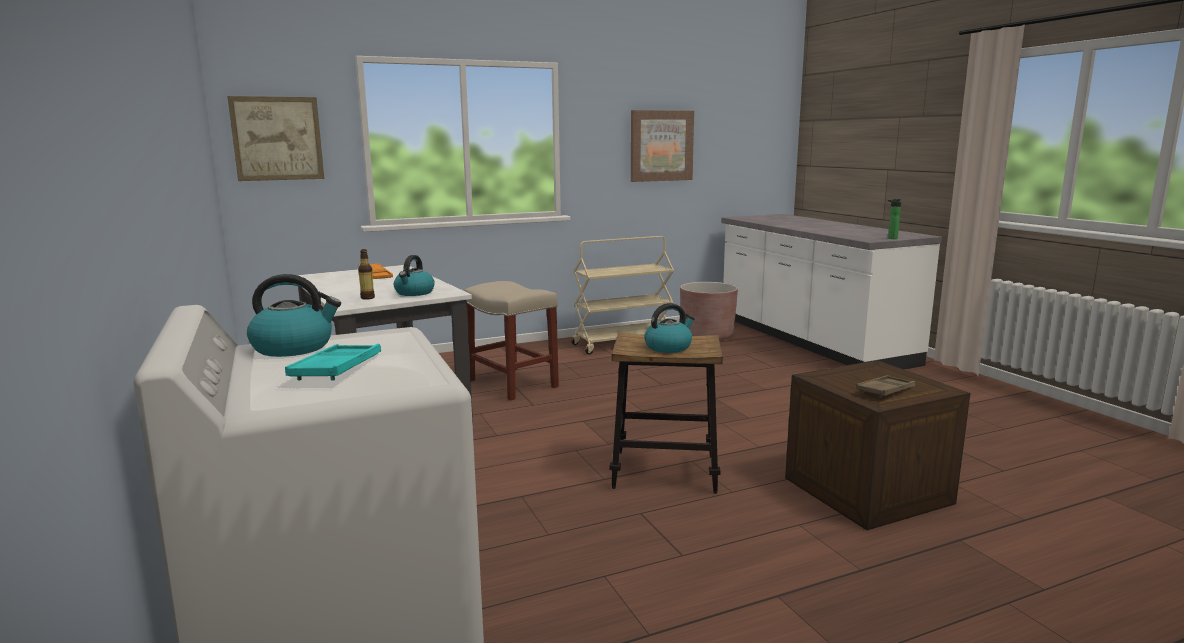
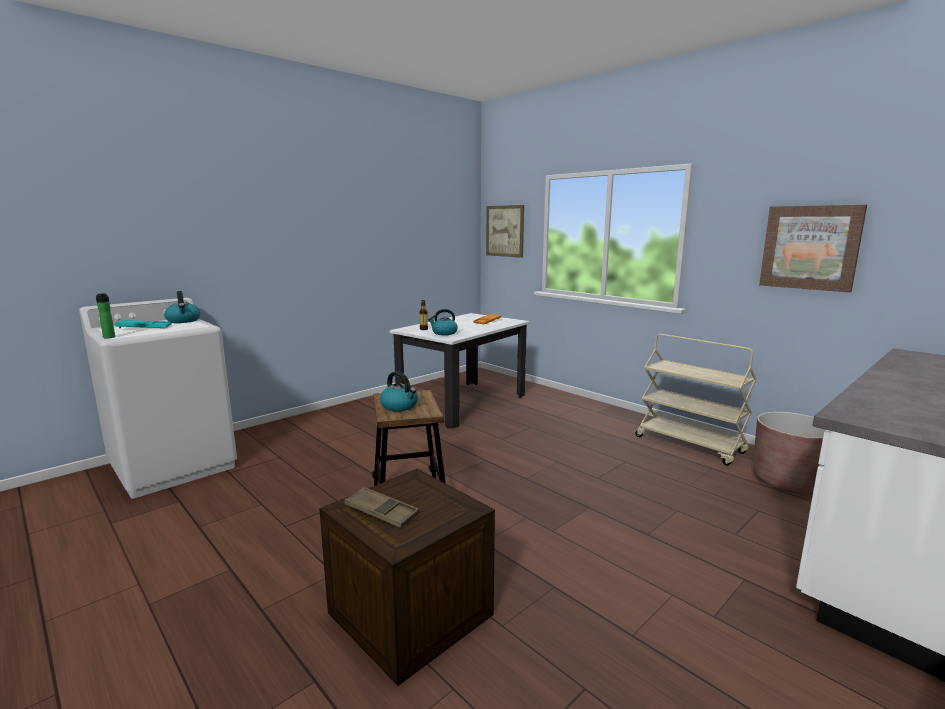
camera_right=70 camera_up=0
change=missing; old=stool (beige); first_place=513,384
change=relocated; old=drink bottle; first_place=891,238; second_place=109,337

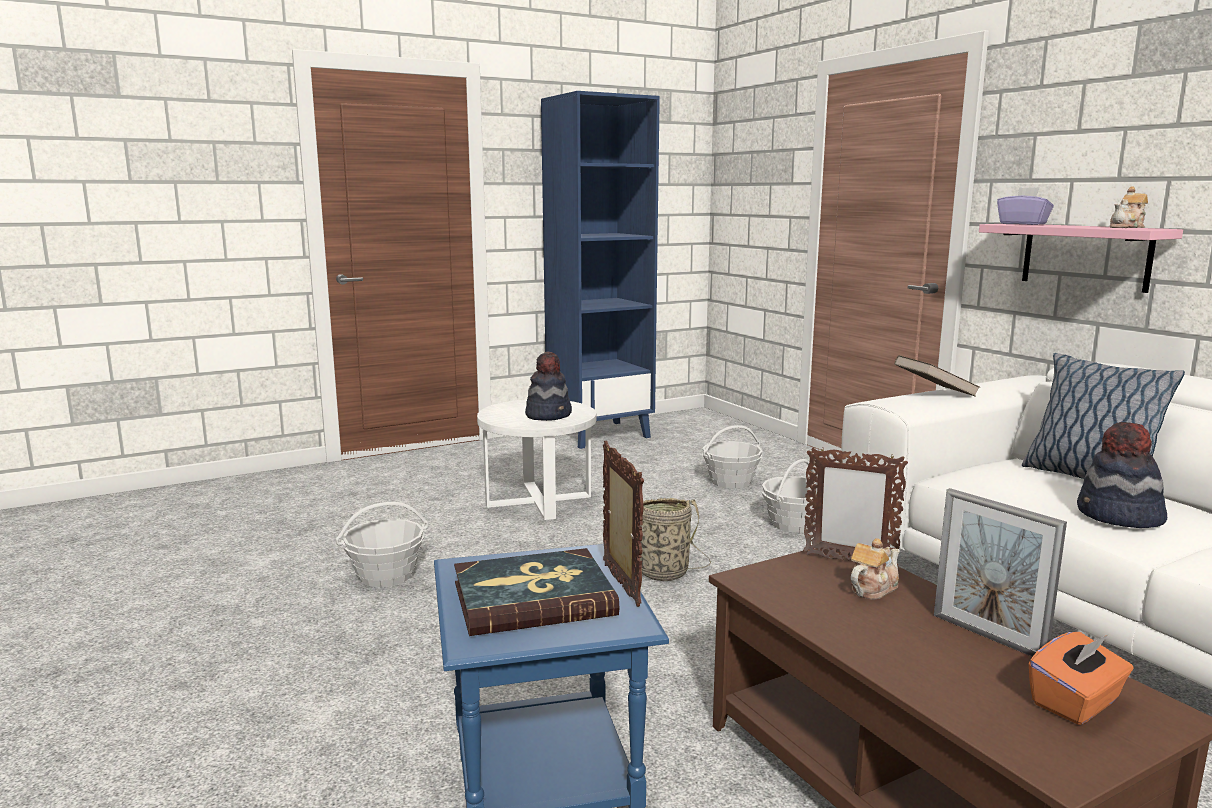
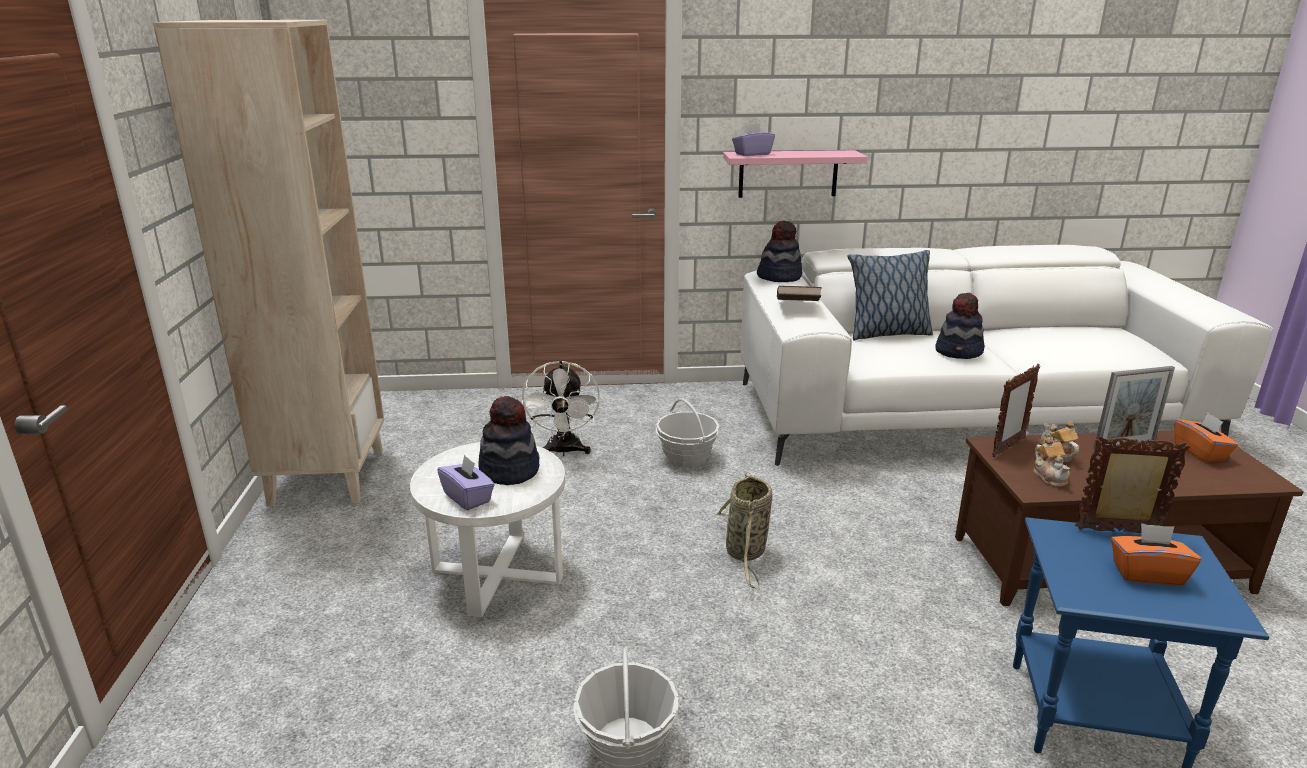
camera_right=-65 camera_up=10
change=appeared; new=tissue box (purple-coloured); second_place=468,498
change=appeared; new=clothing hat; second_place=779,276
change=relocated; old=tea pot; first_place=1127,227; second_place=1049,476
change=exchanged; old=book; new=tissue box (orange-coloured); first_place=533,598; second_place=1147,573
change=exchanged; old=basket; new=electric fan (whitish); first_place=731,482; second_place=564,451
change=colour; old=bookcase (blue-coloured); new=bookcase (beige); first_place=600,434; second_place=327,476

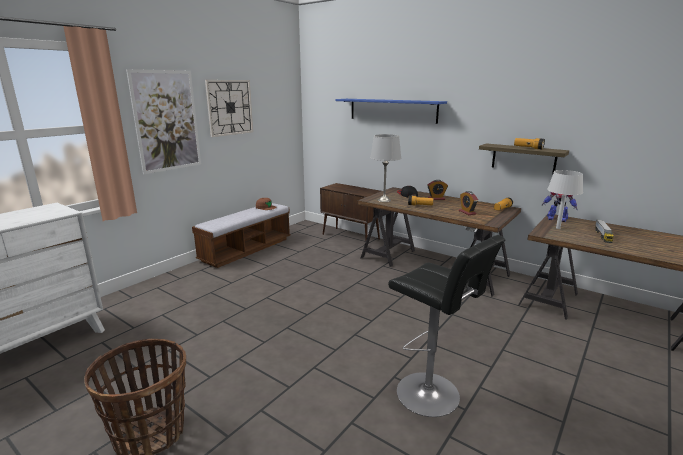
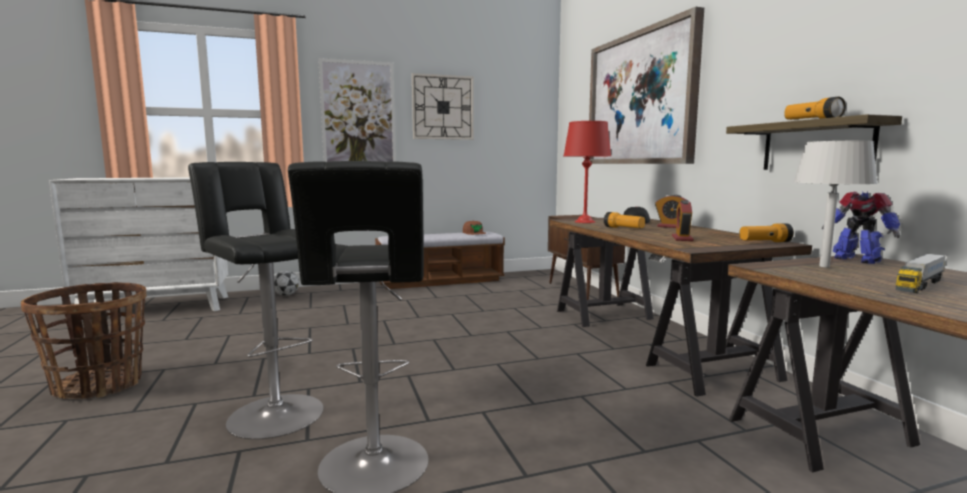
camera_right=35 camera_up=-10
change=appeared; new=stool (black-coloured); second_place=273,413
change=appeared; new=football; second_place=286,295
change=exchanged; old=shelf (blue-coloured); new=wall art; first_place=392,110; second_place=639,99
change=colour; old=tabletop lamp (gray); new=tabletop lamp (red-coloured); first_place=384,200; second_place=584,222

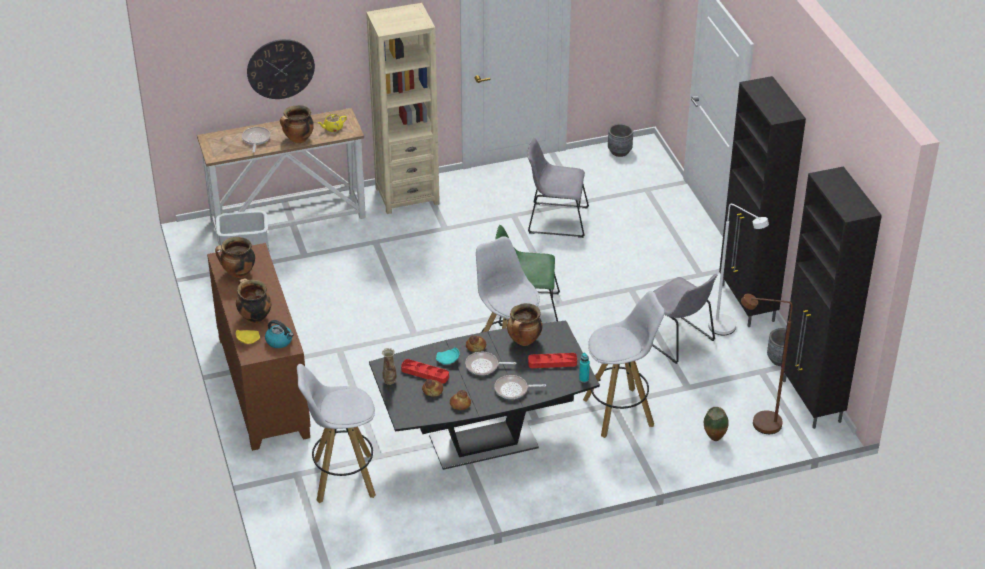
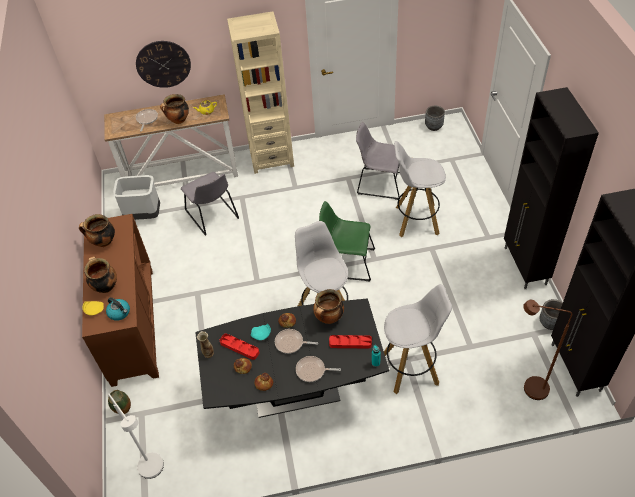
camera_right=10 camera_up=10
change=relocated; old=stool (whitish); first_place=342,478; second_place=415,220
change=relocated; old=chair (gray); first_place=676,339; second_place=213,216
change=relocated; old=vase; first_place=714,439; second_place=124,411
change=relocated; old=standard lamp (whitish); first_place=728,330; second_place=154,471

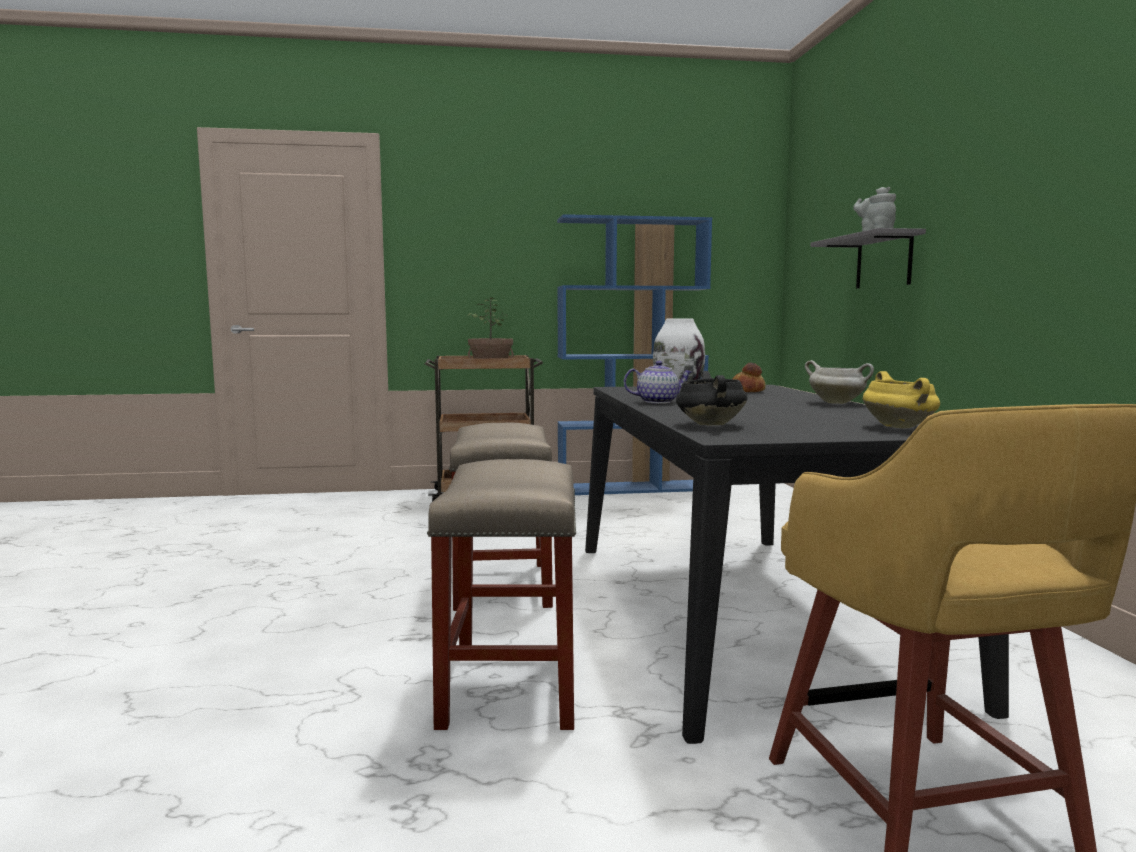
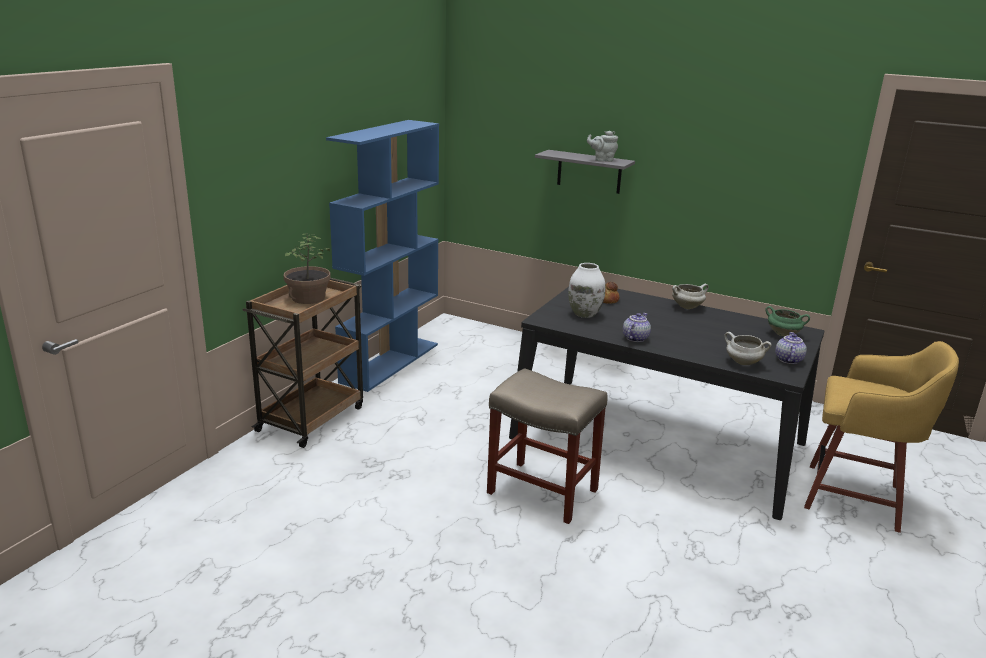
camera_right=-55 camera_up=15
change=missing; old=stool (beige); first_place=510,683
change=appeared; new=tea pot; second_place=787,360
change=colour; old=cooking pot (black-coloured); new=cooking pot (whitish); first_place=709,424; second_place=742,363
change=colour; old=cooking pot (yellowish); new=cooking pot (green-coloured); first_place=900,427; second_place=783,334

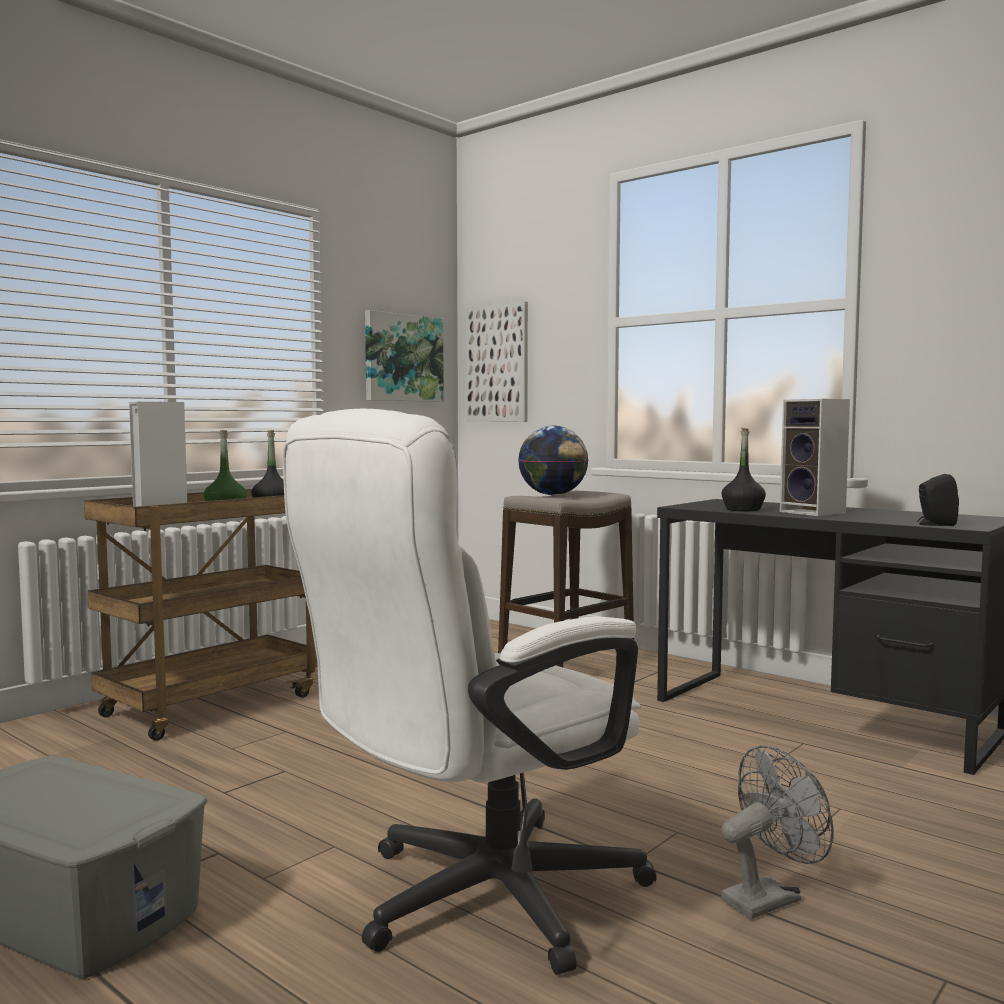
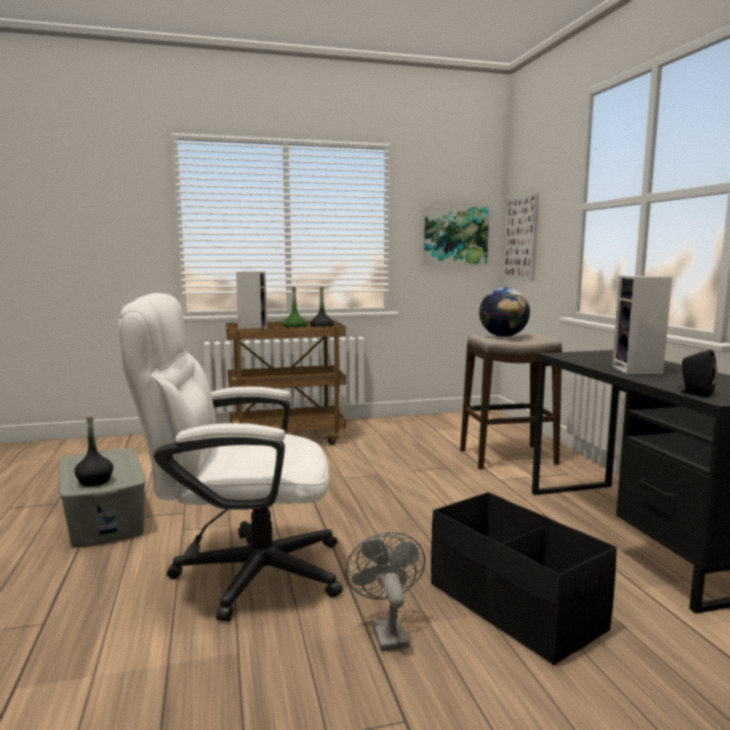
camera_right=35 camera_up=5
change=appeared; new=storage bin (black-coloured); second_place=514,607
change=relocated; old=drink bottle (black-coloured); first_place=743,509; second_place=95,481
change=spun; old=electric fan (gray); first_place=769,897; second_place=386,630; degrees=-105

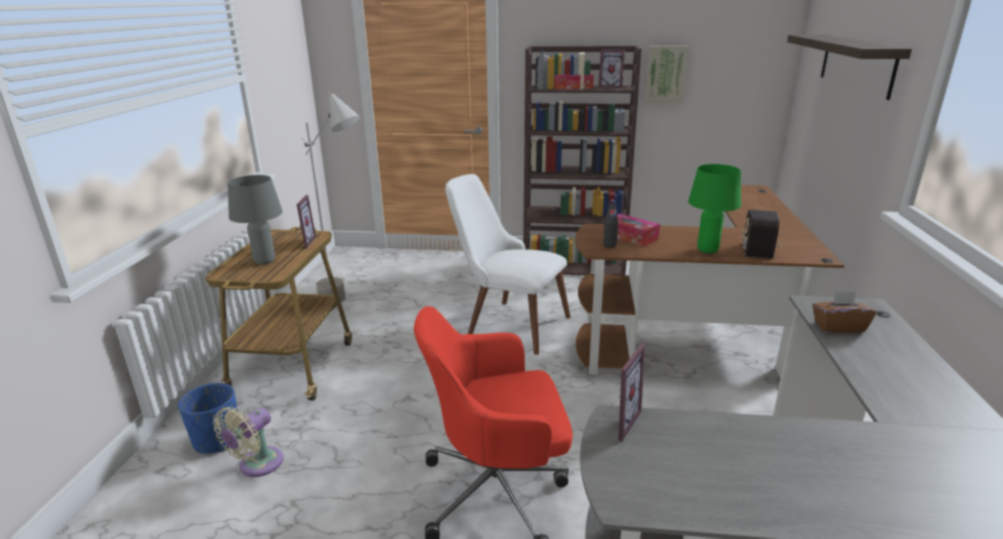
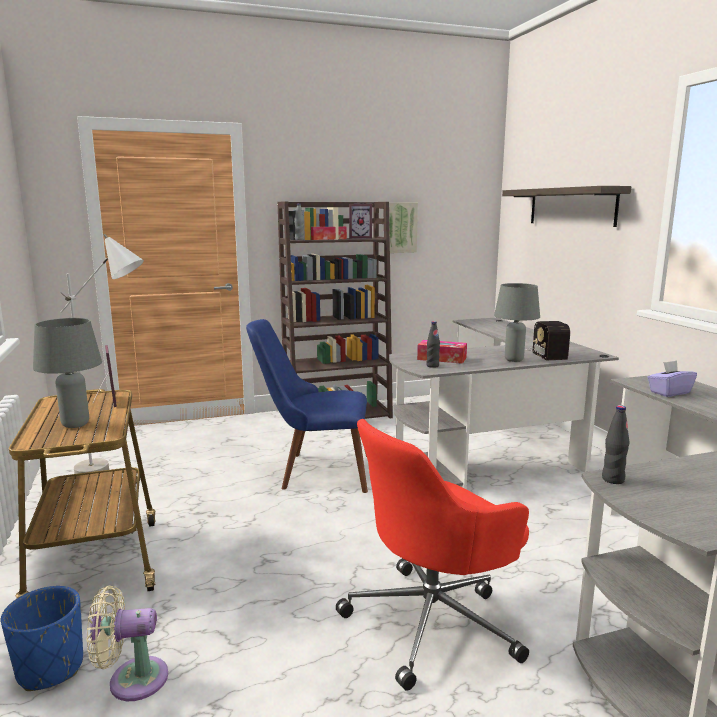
camera_right=-25 camera_up=-10
change=exchanged; old=picture frame; new=drink bottle (black-coloured); first_place=617,421; second_place=613,479
change=colour; old=chair (whitish); new=chair (blue-coloured); first_place=507,323; second_place=314,471
change=colour; old=desk (brown-coloured); new=desk (gray); first_place=704,336; second_place=496,449
change=colour; old=tabletop lamp (green-coloured); new=tabletop lamp (gray); first_place=708,250; second_place=514,360
change=colour; old=tissue box (brown-coloured); new=tissue box (purple-coloured); first_place=838,327; second_place=669,392
change=spun; old=electric fan (beige); first_place=257,465; second_place=132,680; degrees=75

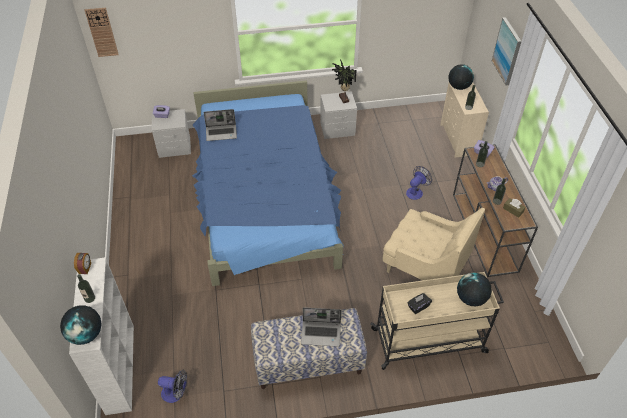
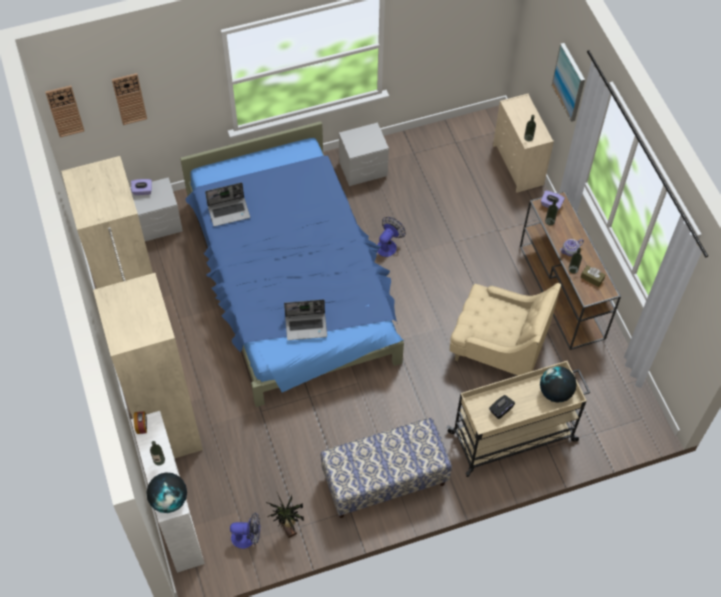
camera_right=-10 camera_up=10
change=missing; old=globe; first_place=458,87
change=appeared; new=wardrobe (beige); second_place=151,371
change=appeared; new=clock on the wall; second_place=129,98
change=relocated; old=laptop; first_place=321,333; second_place=306,326
change=relocated; old=plant in a pot; first_place=343,99; second_place=287,529
change=relocated; old=electric fan; first_place=416,191; second_place=388,245

